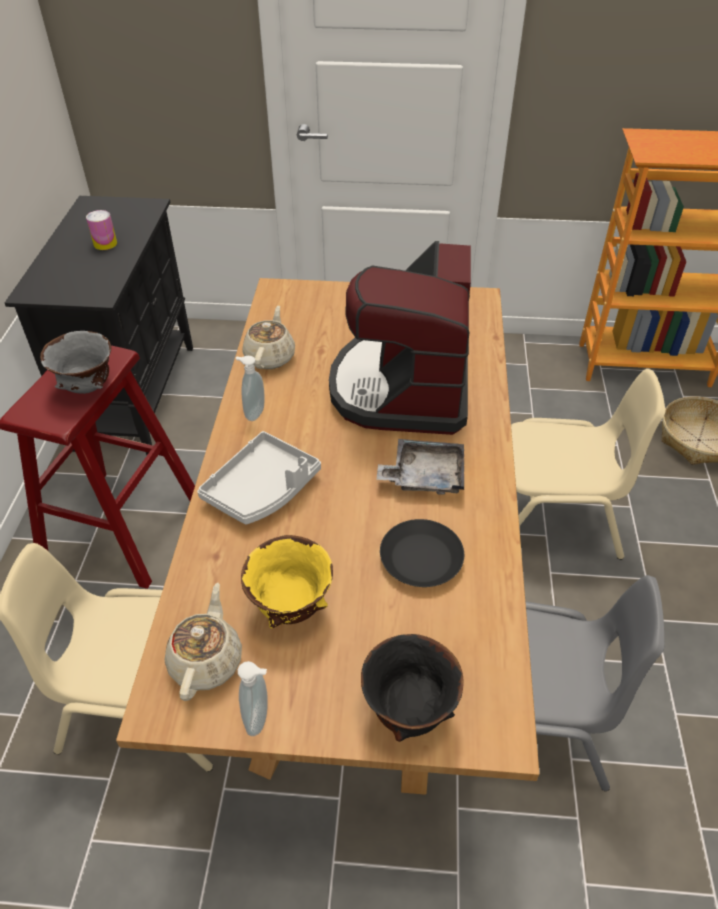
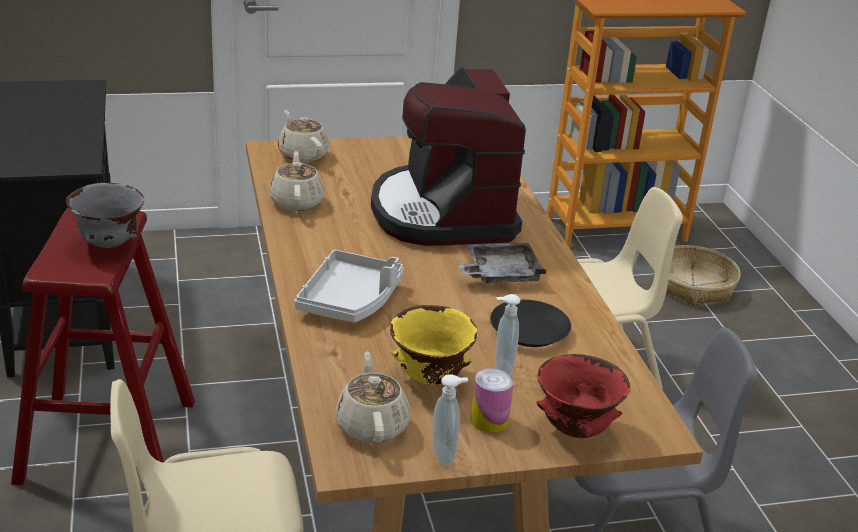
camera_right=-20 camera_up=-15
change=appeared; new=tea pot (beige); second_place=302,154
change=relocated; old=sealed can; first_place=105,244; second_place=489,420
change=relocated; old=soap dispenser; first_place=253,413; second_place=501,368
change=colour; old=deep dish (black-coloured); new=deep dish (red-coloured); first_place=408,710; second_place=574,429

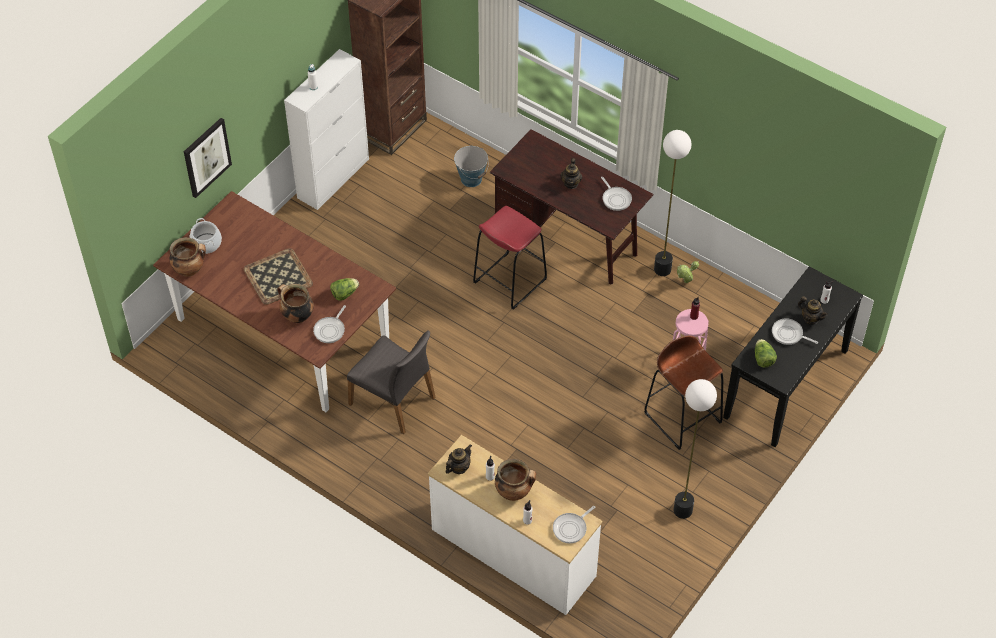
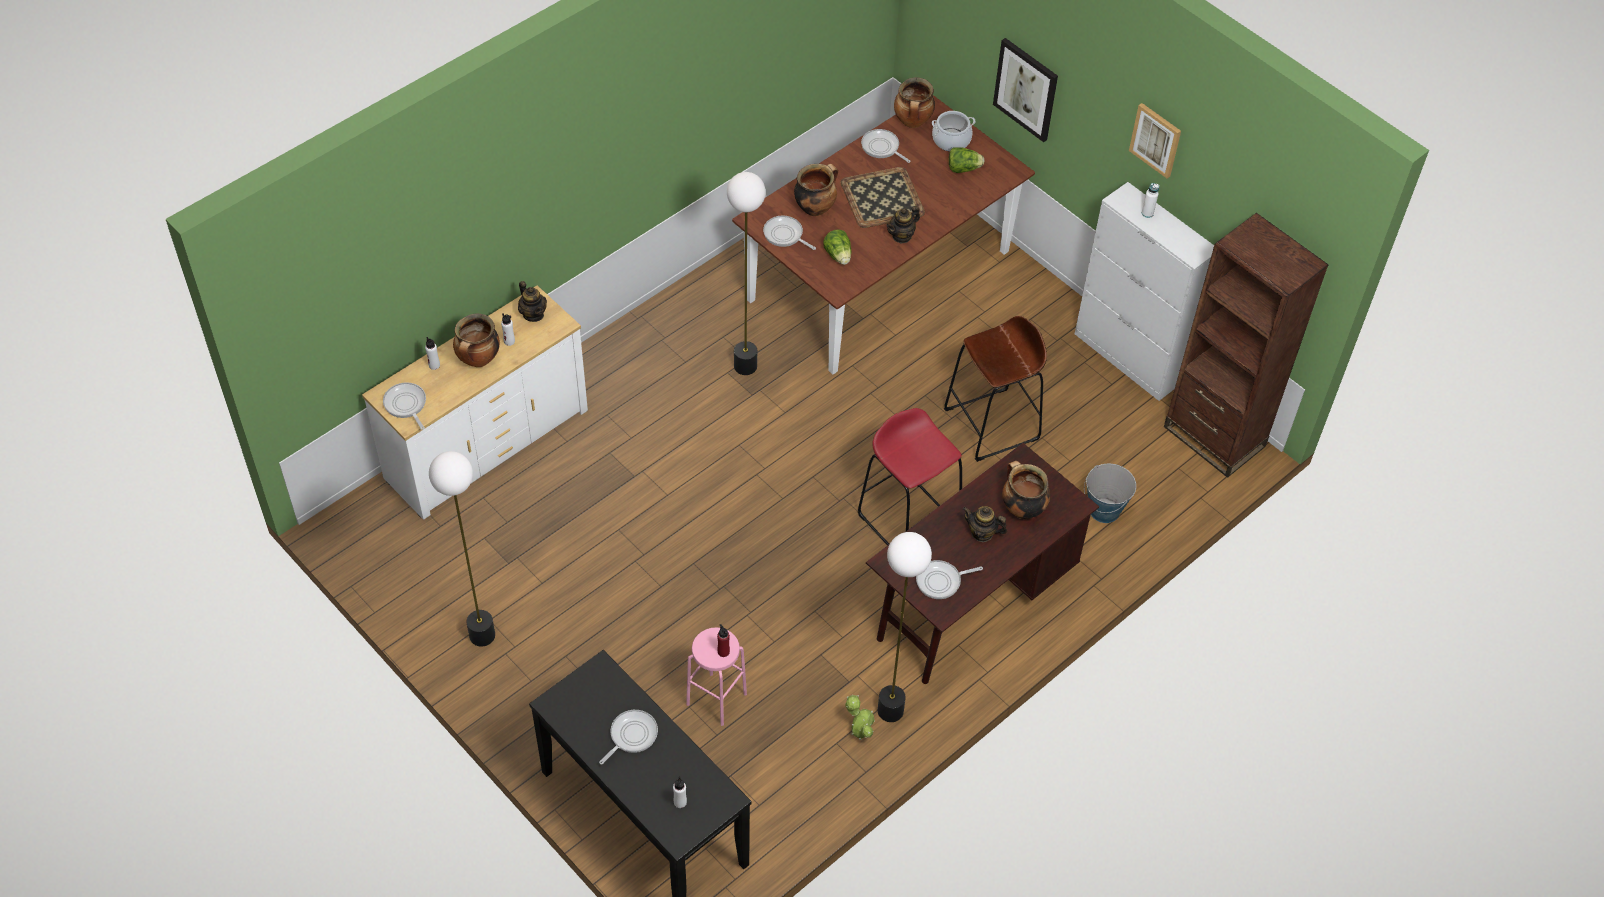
camera_right=100 camera_up=0
change=appeared; new=skillet; second_place=882,148
change=appeared; new=cooking pot; second_place=1021,508
change=appeared; new=wall art; second_place=1156,139
change=relocated; old=stool (brown-coloured); first_place=682,417; second_place=992,424
change=relocated; old=lettuce head; first_place=763,359; second_place=963,168
change=relocated; old=tea pot; first_place=810,318; second_place=902,236
change=exchanged; old=chair (gray); new=standard lamp; first_place=393,400; second_place=745,366

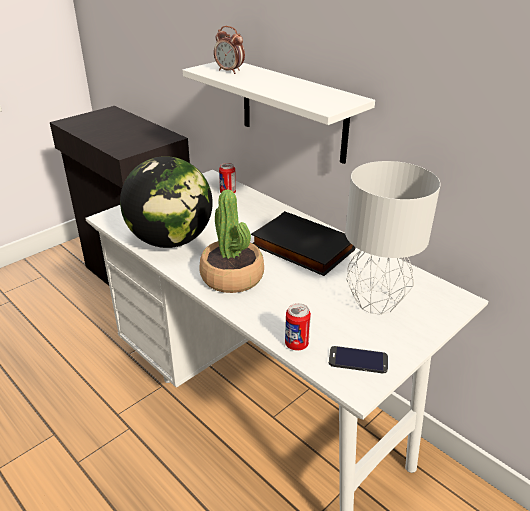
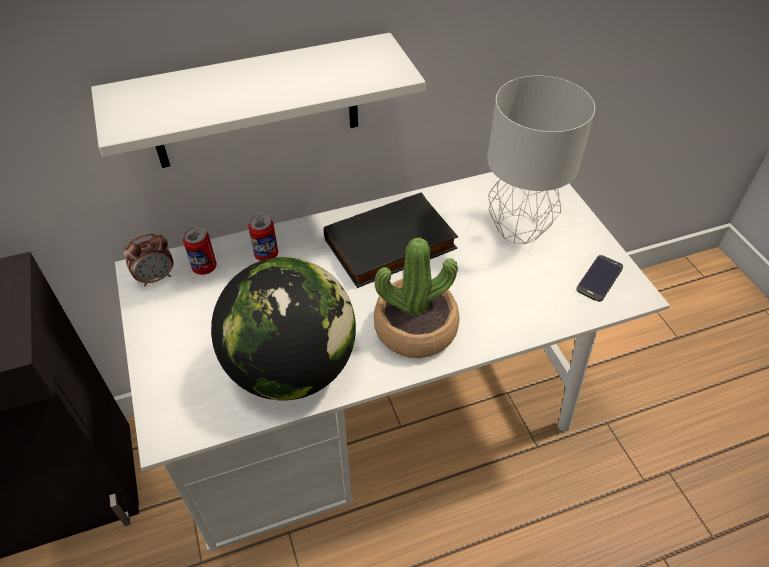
camera_right=-65 camera_up=15
change=relocated; old=table clock; first_place=229,71; second_place=156,277
change=relocated; old=sealed can; first_place=296,344; second_place=266,255

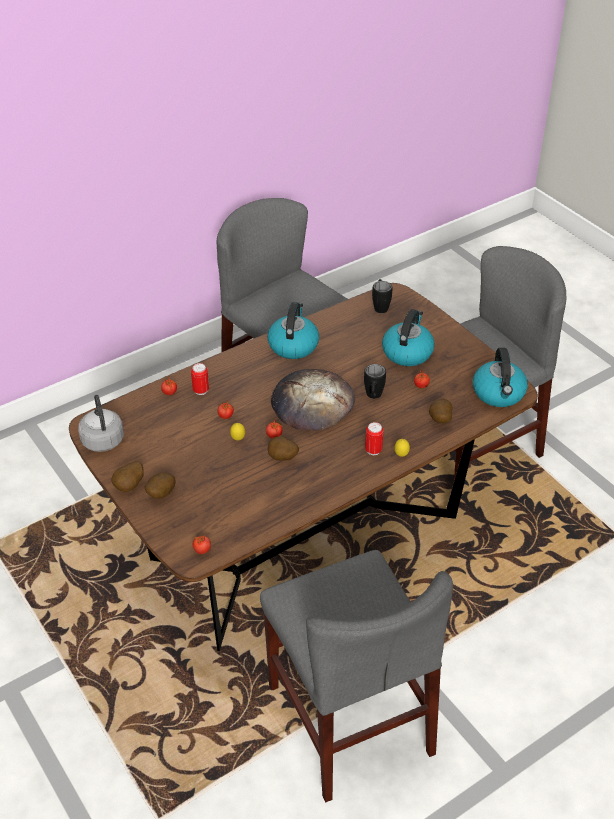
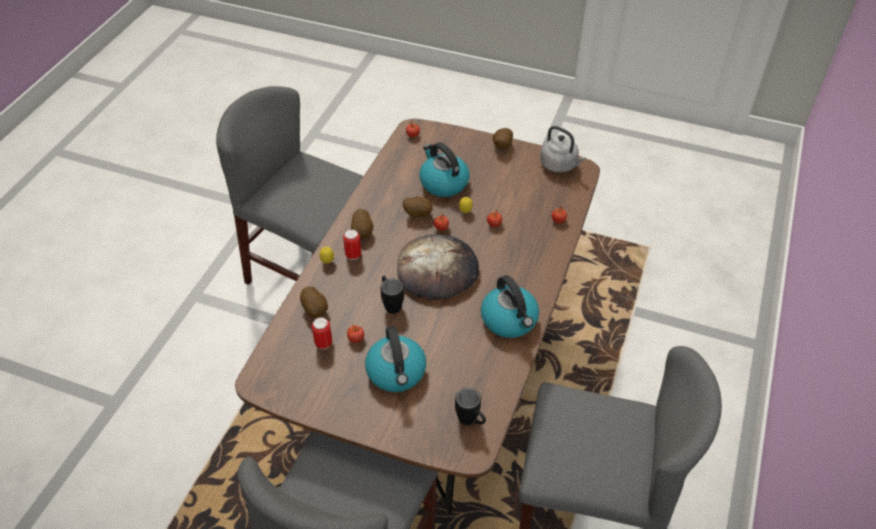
camera_right=145 camera_up=5
change=relocated; old=whole potato; first_place=160,494; second_place=363,233
change=relocated; old=sealed can; first_place=201,390; second_place=323,343
change=relocated; old=kettle; first_place=499,393; second_place=443,183

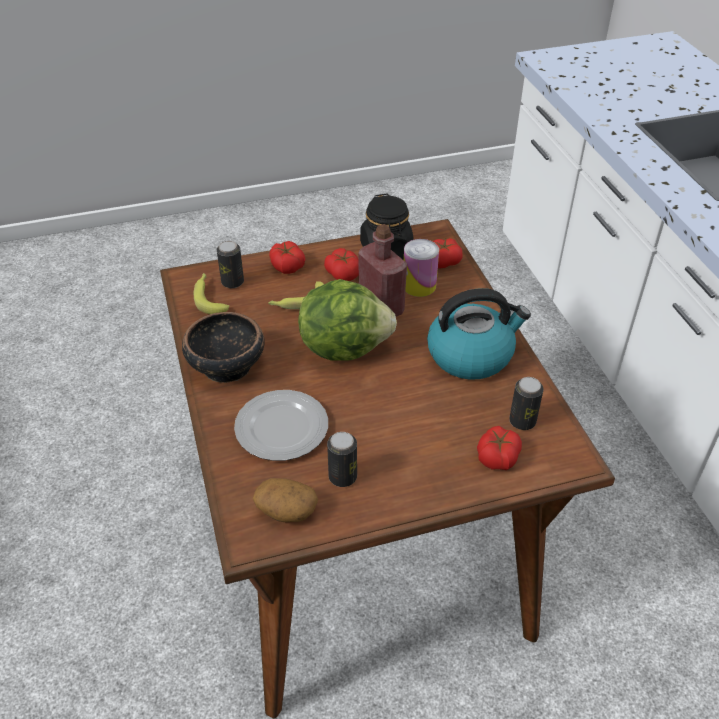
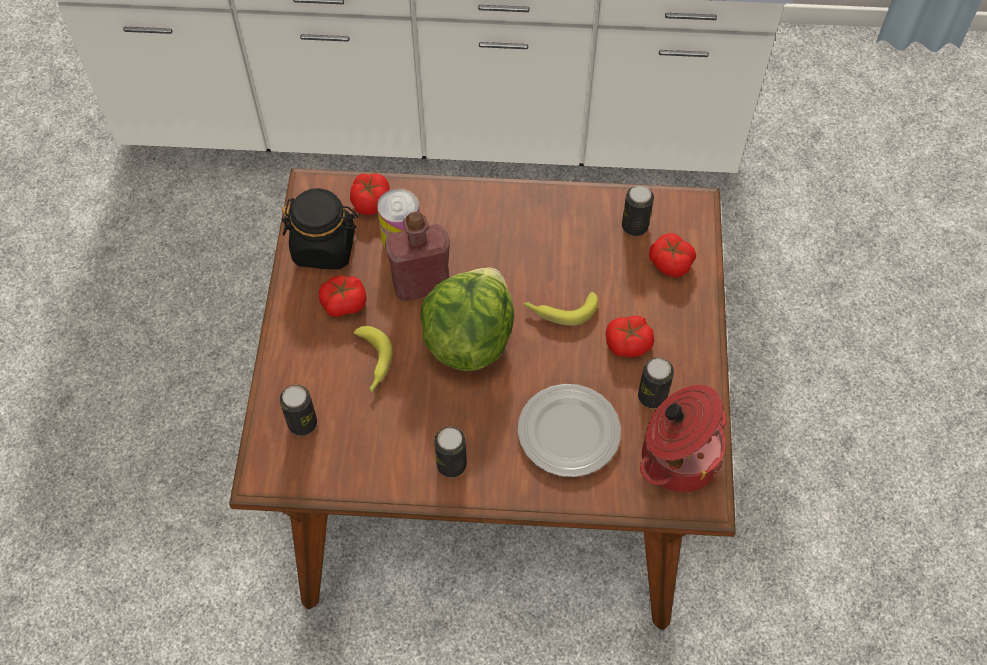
camera_right=-70 camera_up=15
change=missing; old=kettle; first_place=471,355
change=relocated; old=whole banana; first_place=210,297; second_place=560,310
change=relocated; old=tomato; first_place=287,266; second_place=628,343
change=exchanged; old=deep dish; new=sealed can; first_place=226,366; second_place=451,464
change=exchanged; old=whole potato; new=cooking pot; first_place=286,510; second_place=677,457

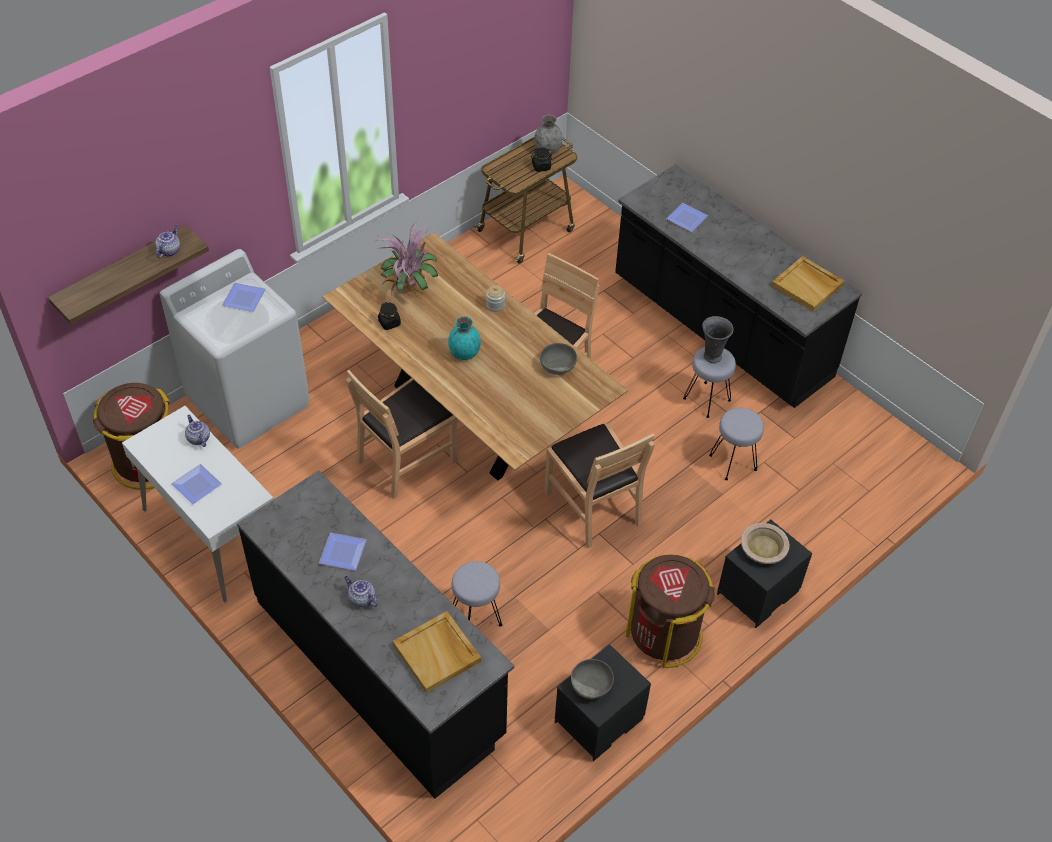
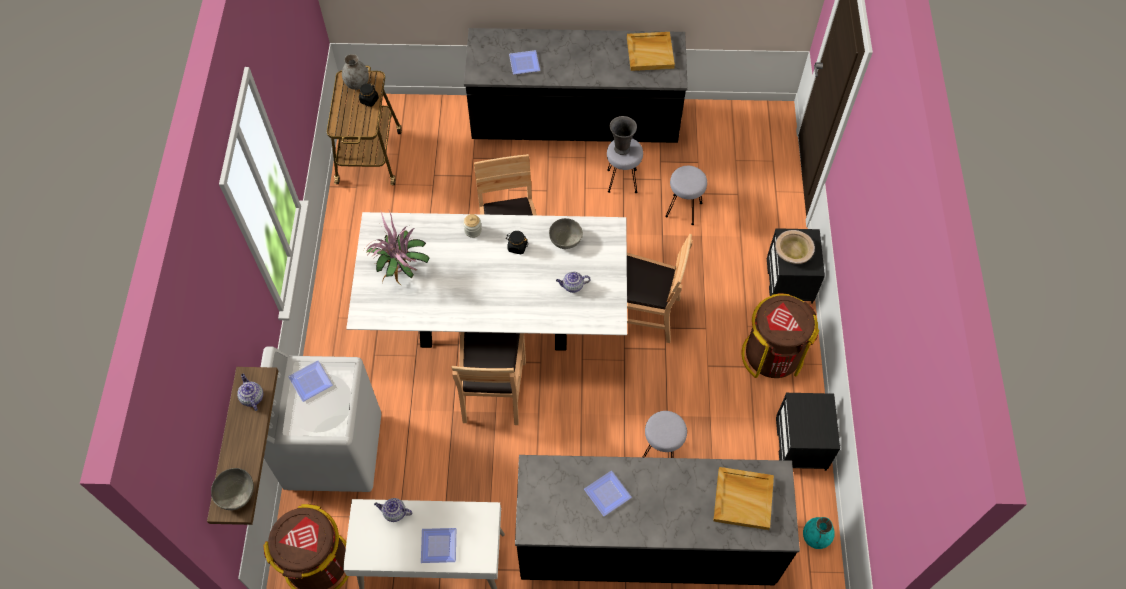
camera_right=-45 camera_up=10
change=relocated; old=tea pot; first_place=361,598; second_place=572,286
change=relocated; old=preserve jar (black-coloured); first_place=389,323; second_place=517,247
change=relocated; old=vase (blue-green); first_place=464,353; second_place=815,538
change=relocated; old=deep dish (gray); first_place=591,685; second_place=236,493
change=colour; old=dining table (brown-coloured); new=dining table (whitish); first_place=472,415; second_place=496,320

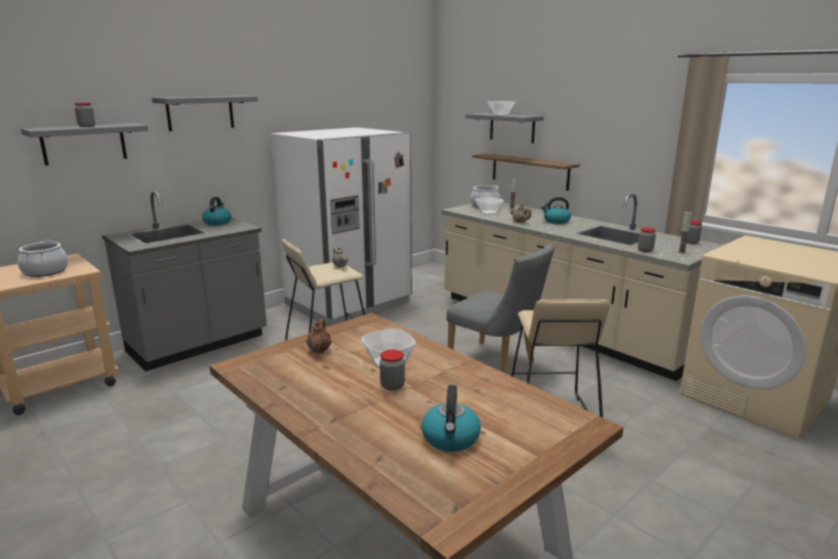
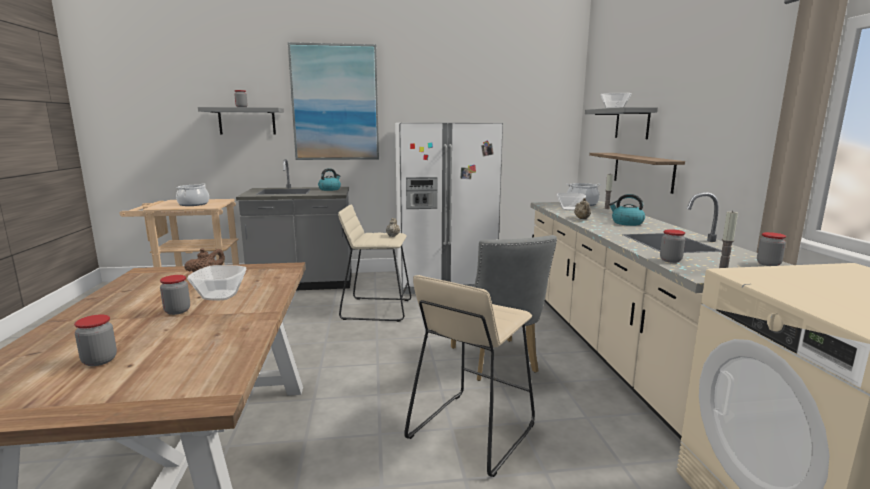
camera_right=35 camera_up=-5
change=exchanged; old=shelf (gray); new=wall art; first_place=200,113; second_place=335,103
change=exchanged; old=kettle; new=preserve jar; first_place=451,439; second_place=99,360

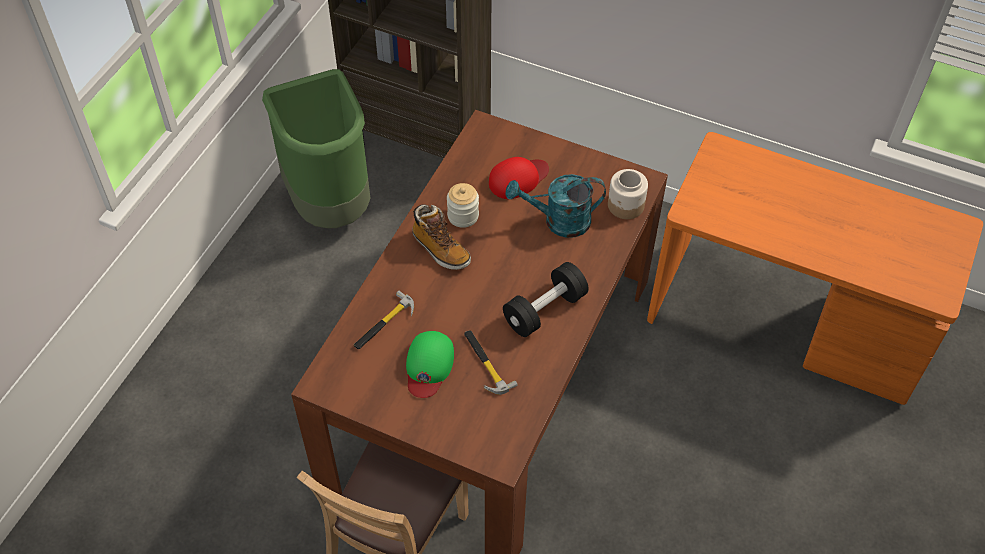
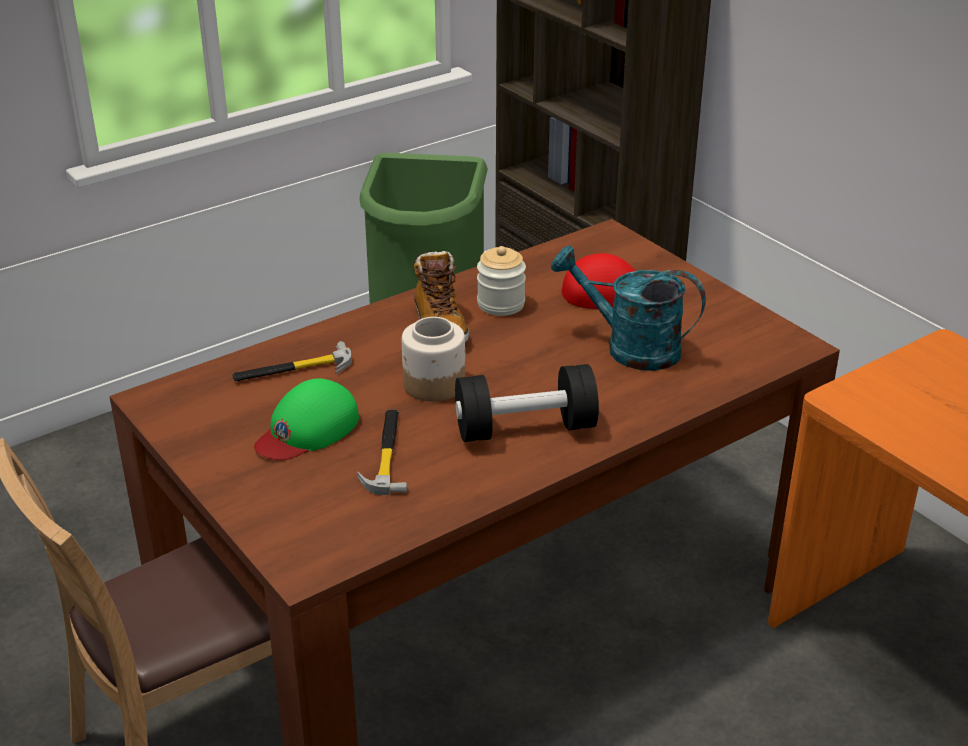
camera_right=30 camera_up=-20
change=relocated; old=preserve jar; first_place=626,205; second_place=434,385

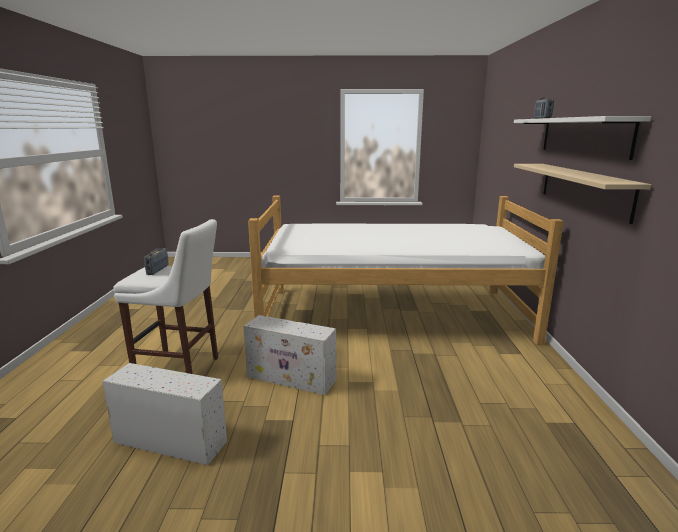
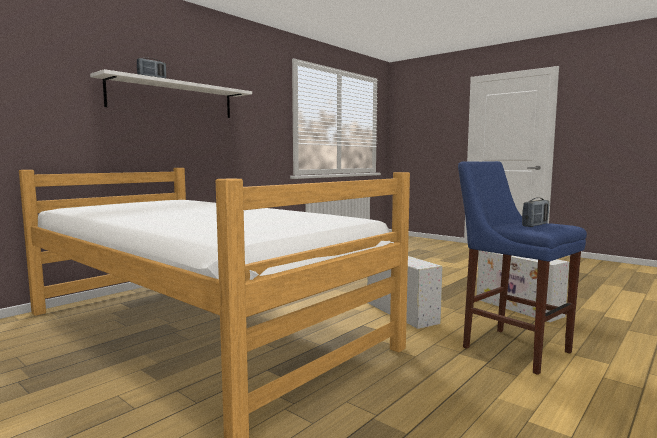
camera_right=-140 camera_up=-10
change=missing; old=shelf (beige); first_place=583,189
change=colour; old=stool (whitish); new=stool (blue-coloured); first_place=181,370; second_place=511,347

